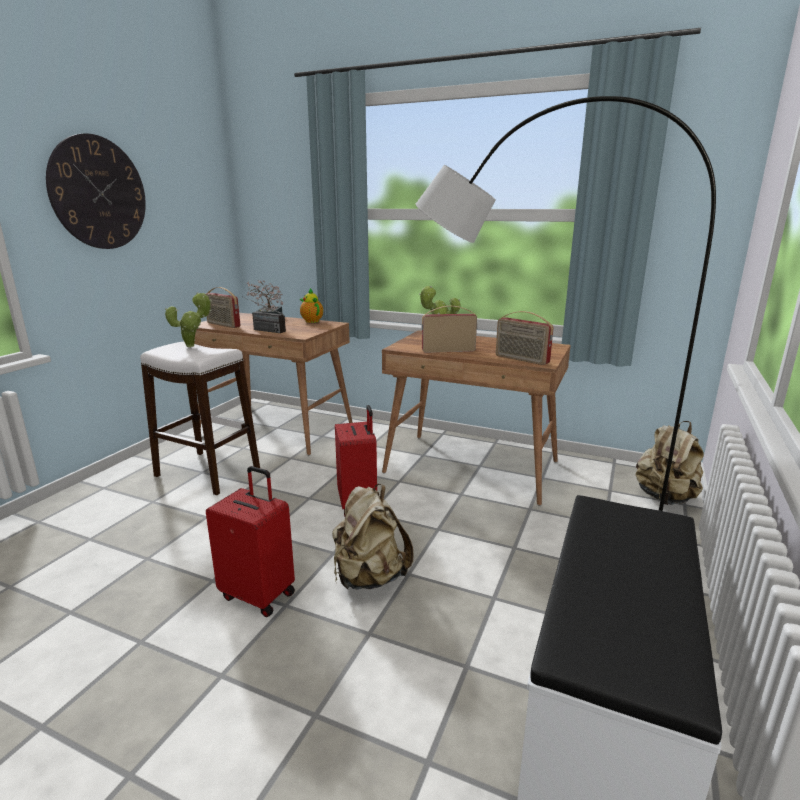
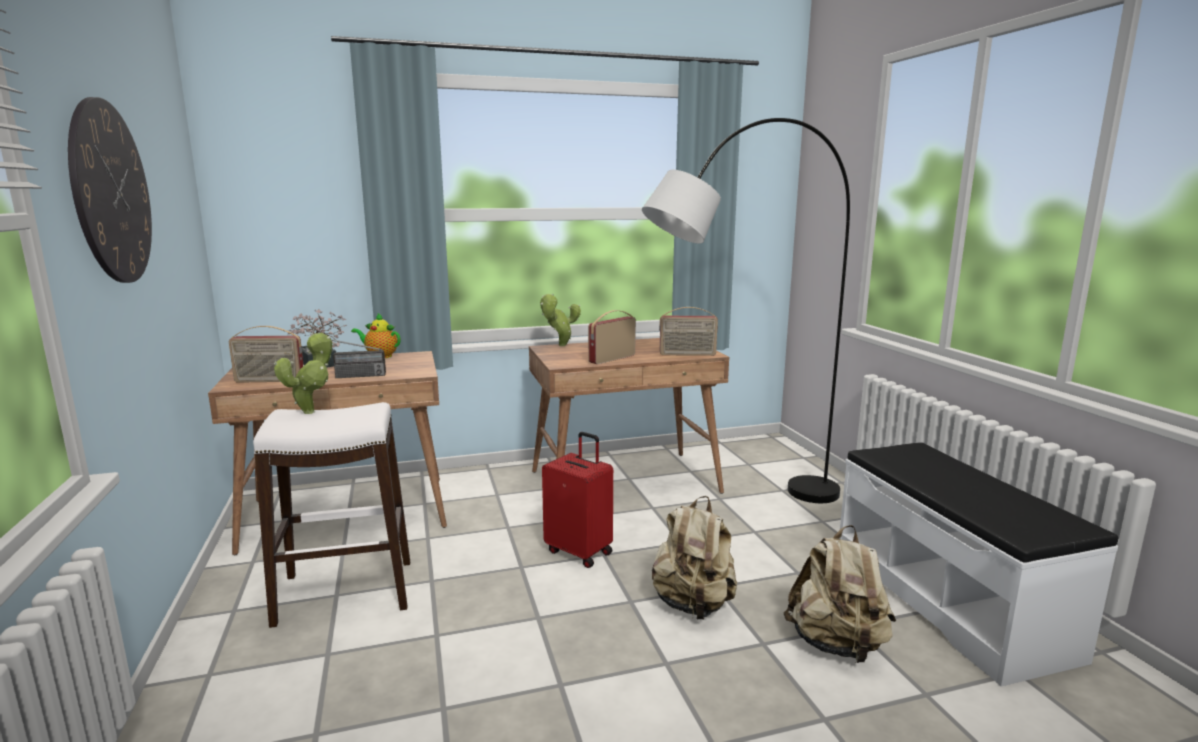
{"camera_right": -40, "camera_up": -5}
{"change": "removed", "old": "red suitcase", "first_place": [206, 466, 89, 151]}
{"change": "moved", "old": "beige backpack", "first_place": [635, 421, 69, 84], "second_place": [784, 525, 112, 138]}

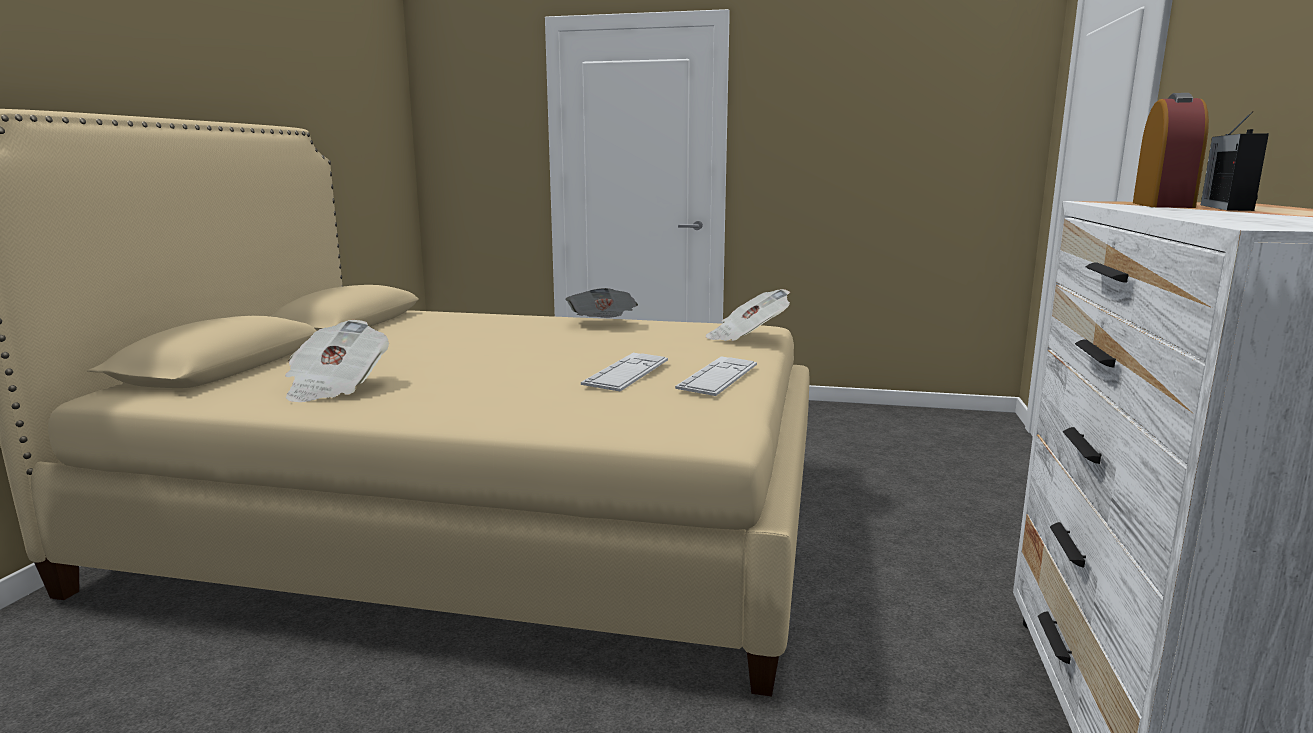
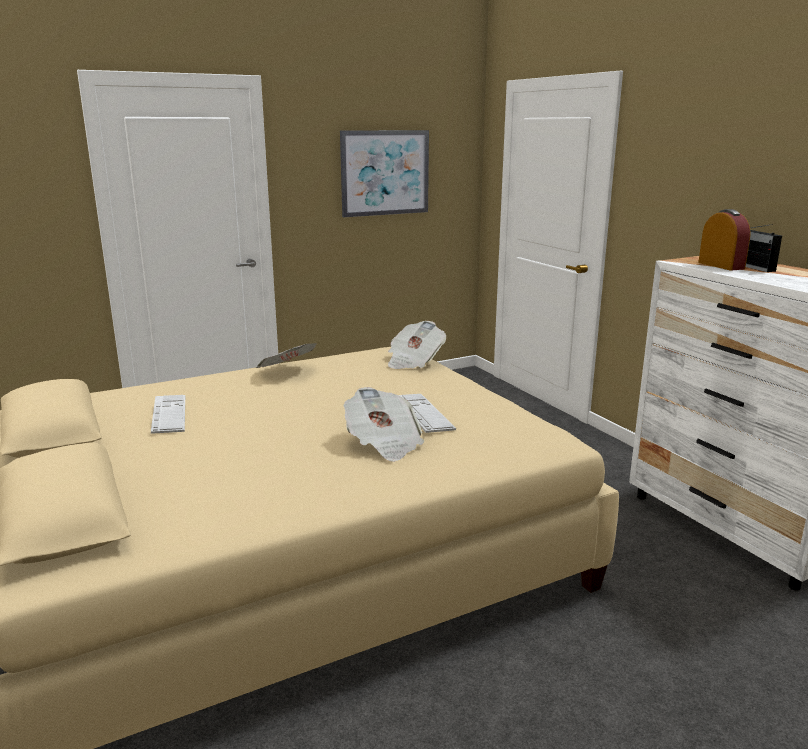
{"camera_right": -40, "camera_up": 5}
{"change": "added", "new": "picture", "second_place": [340, 130, 89, 87]}
{"change": "moved", "old": "newspaper", "first_place": [285, 320, 104, 82], "second_place": [344, 387, 80, 75]}
{"change": "moved", "old": "keyboard", "first_place": [675, 356, 82, 40], "second_place": [151, 395, 34, 39]}

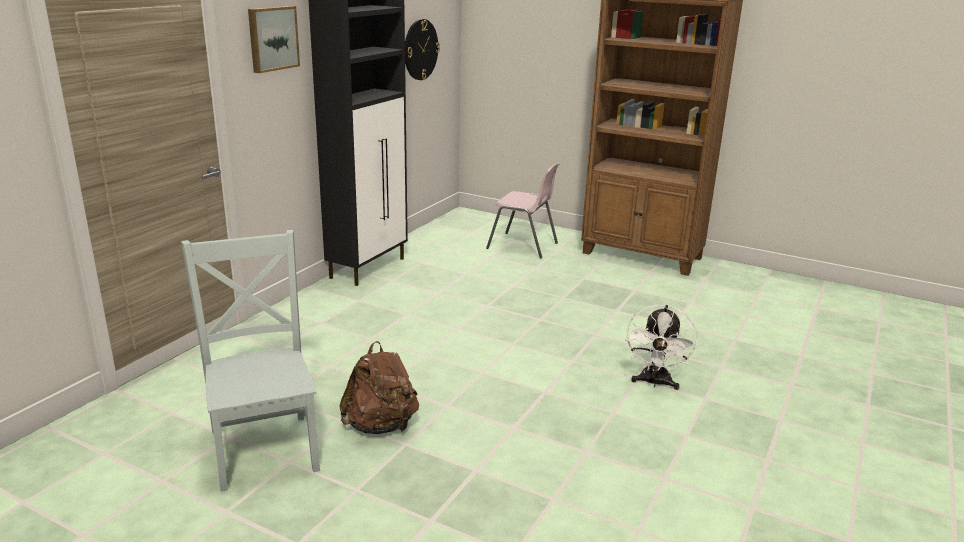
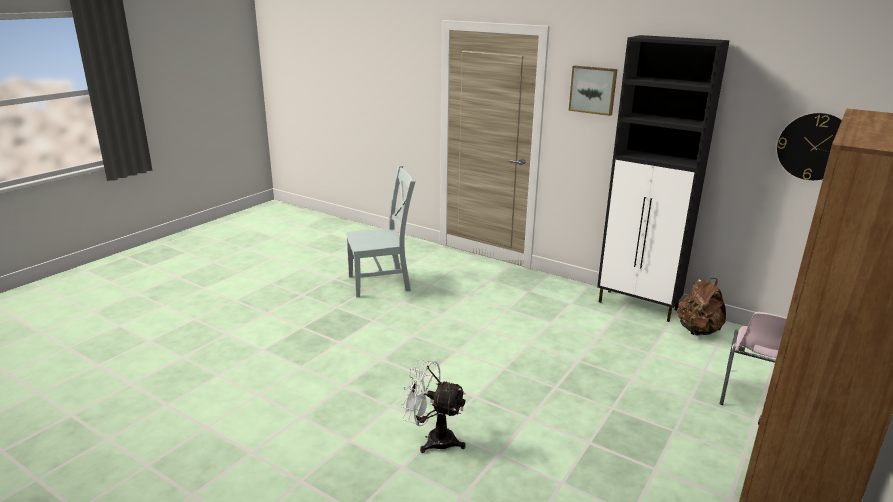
{"camera_right": 95, "camera_up": 0}
{"change": "moved", "old": "brown backpack", "first_place": [340, 341, 79, 93], "second_place": [678, 278, 48, 58]}

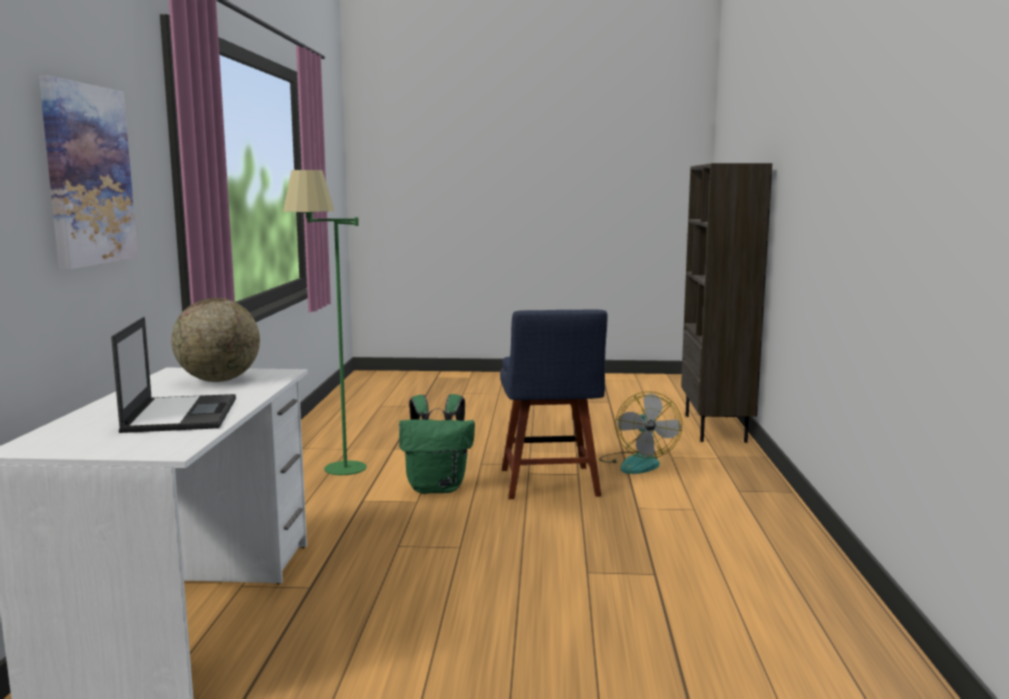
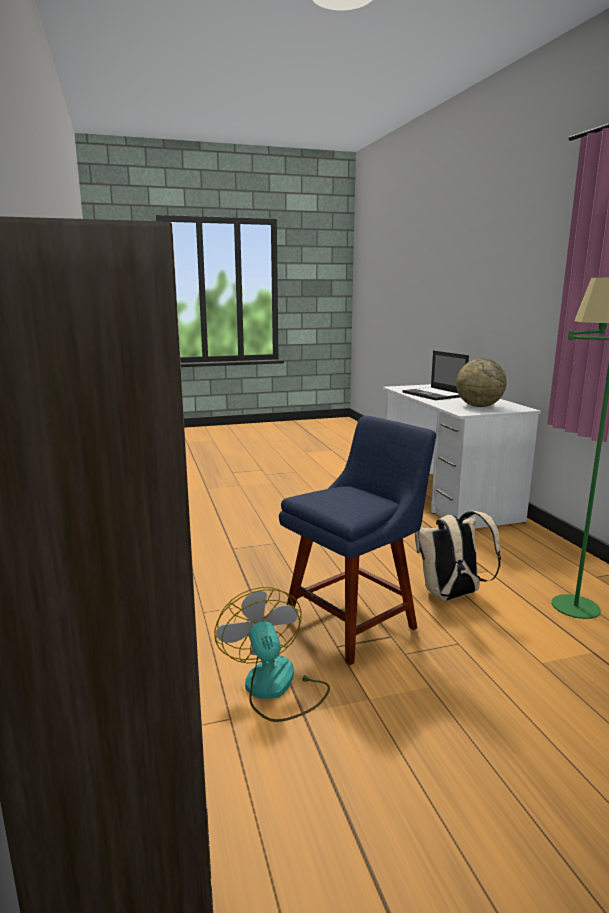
{"camera_right": 160, "camera_up": 5}
{"change": "removed", "old": "picture", "first_place": [39, 76, 99, 194]}
{"change": "recoloured", "old": "green backpack", "new": "beige backpack", "first_place": [399, 394, 76, 100], "second_place": [415, 511, 86, 90]}
{"change": "turned", "old": "blue chair", "first_place": [500, 310, 108, 189], "second_place": [279, 416, 157, 249], "degrees": 75}

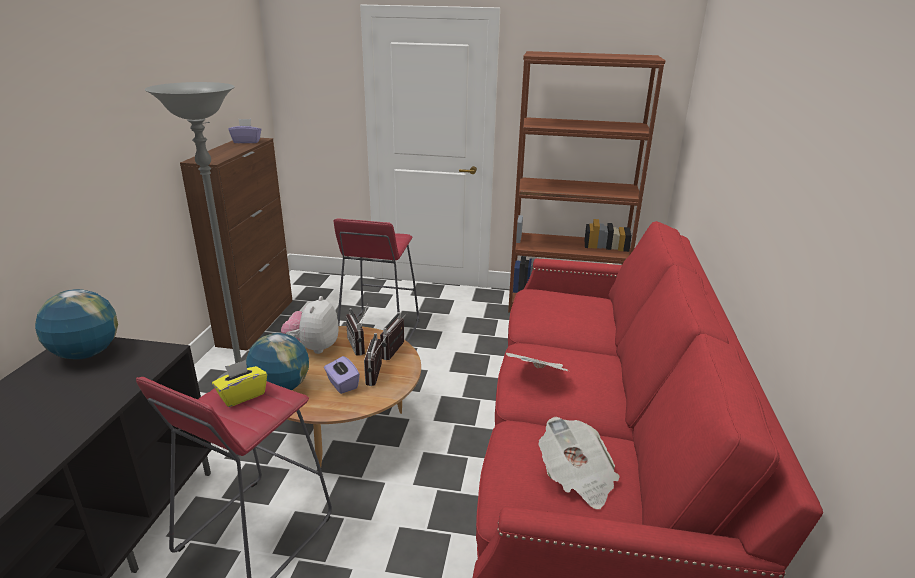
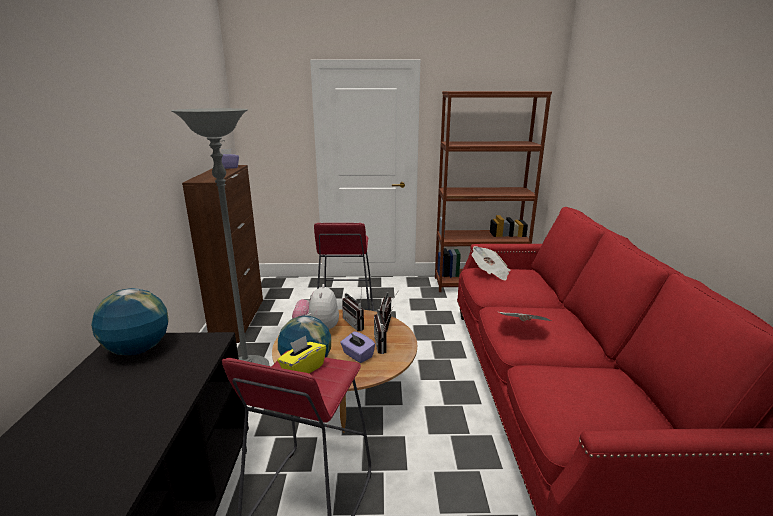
{"camera_right": -10, "camera_up": -5}
{"change": "moved", "old": "newspaper", "first_place": [539, 417, 81, 92], "second_place": [472, 246, 38, 34]}

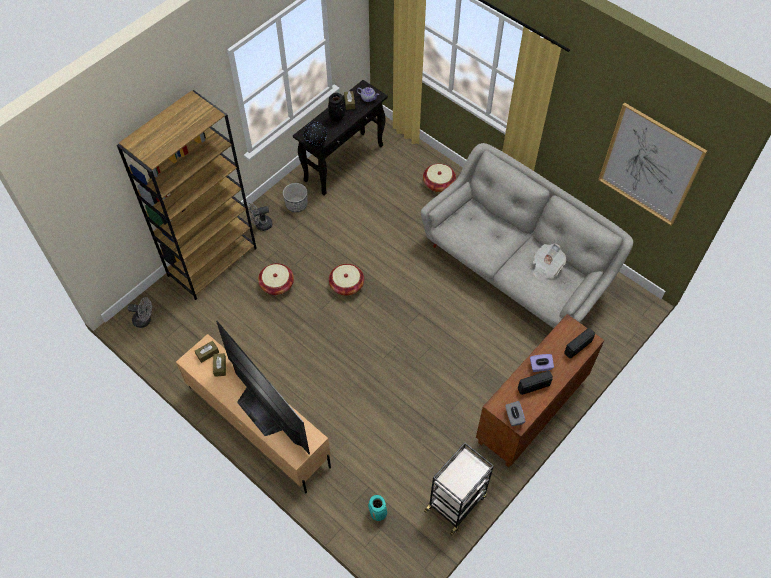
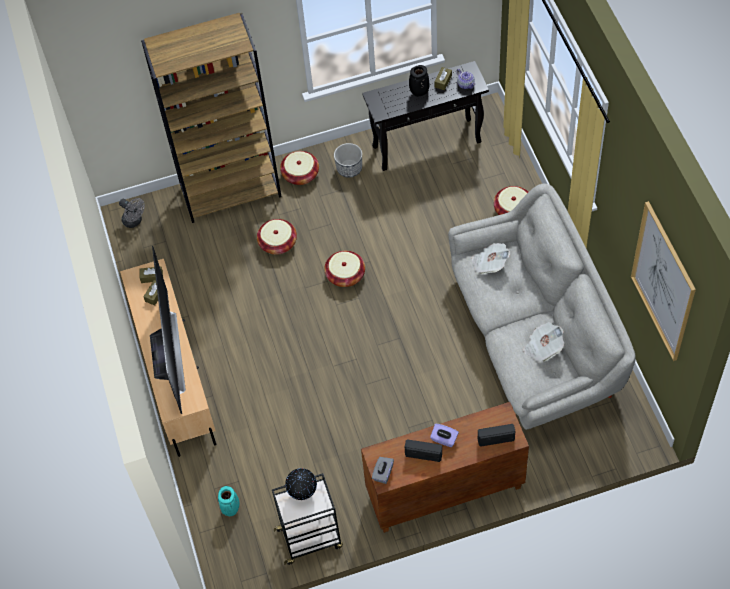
{"camera_right": 35, "camera_up": 0}
{"change": "added", "new": "newspaper", "second_place": [471, 243, 39, 31]}
{"change": "moved", "old": "globe", "first_place": [303, 122, 24, 24], "second_place": [285, 468, 32, 32]}
{"change": "replaced", "old": "grey fan", "new": "basket", "first_place": [247, 203, 25, 28], "second_place": [280, 151, 39, 34]}

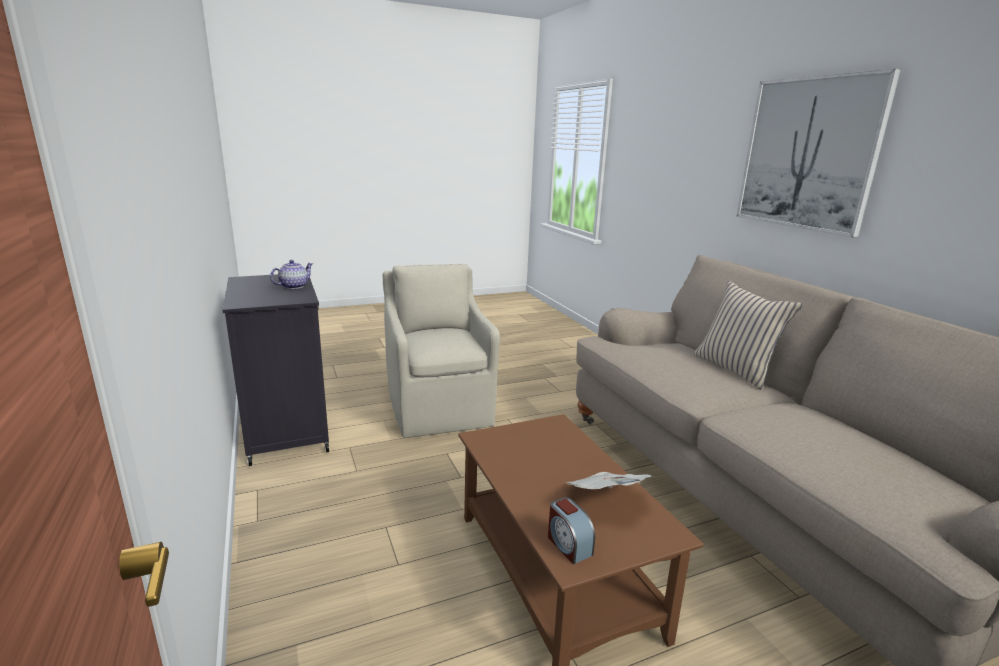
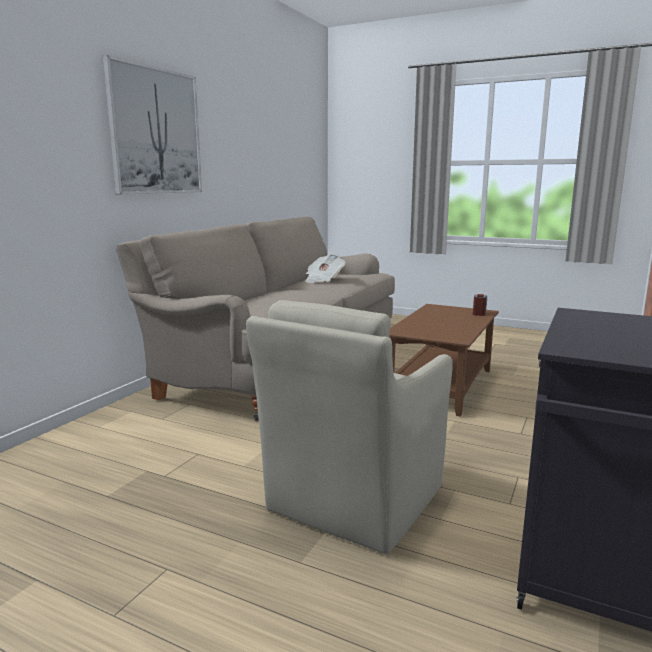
{"camera_right": -130, "camera_up": -5}
{"change": "removed", "old": "teapot", "first_place": [270, 260, 43, 29]}
{"change": "removed", "old": "beige pillow", "first_place": [694, 281, 109, 109]}
{"change": "moved", "old": "newspaper", "first_place": [566, 472, 89, 17], "second_place": [305, 254, 40, 29]}

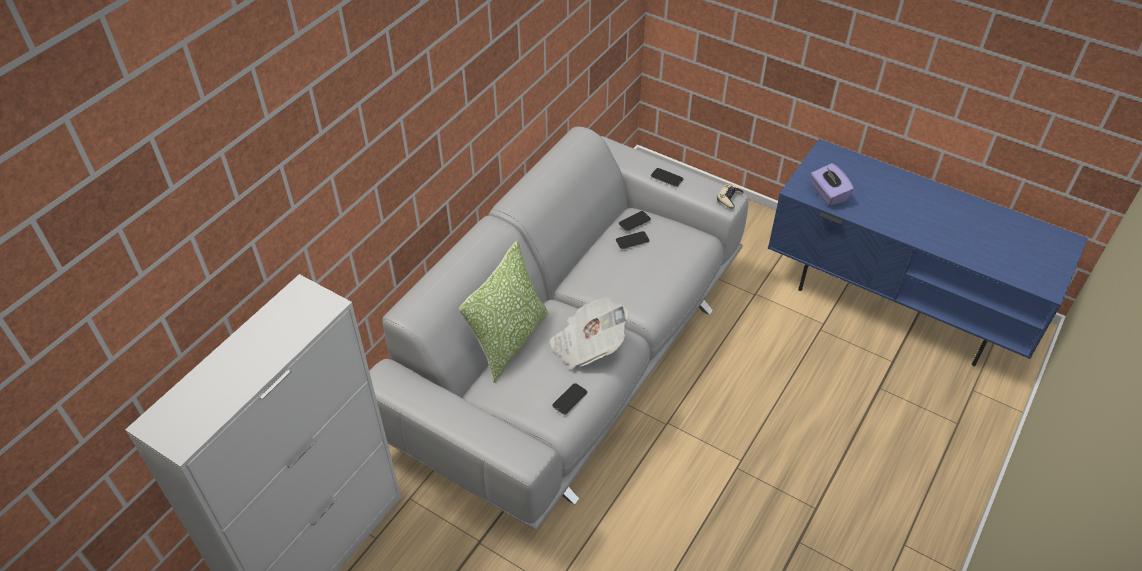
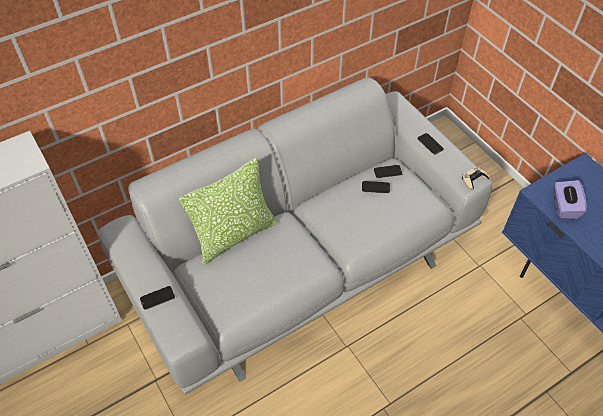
{"camera_right": 25, "camera_up": 5}
{"change": "removed", "old": "newspaper", "first_place": [550, 297, 79, 72]}
{"change": "moved", "old": "phone", "first_place": [552, 383, 35, 32], "second_place": [140, 286, 35, 24]}

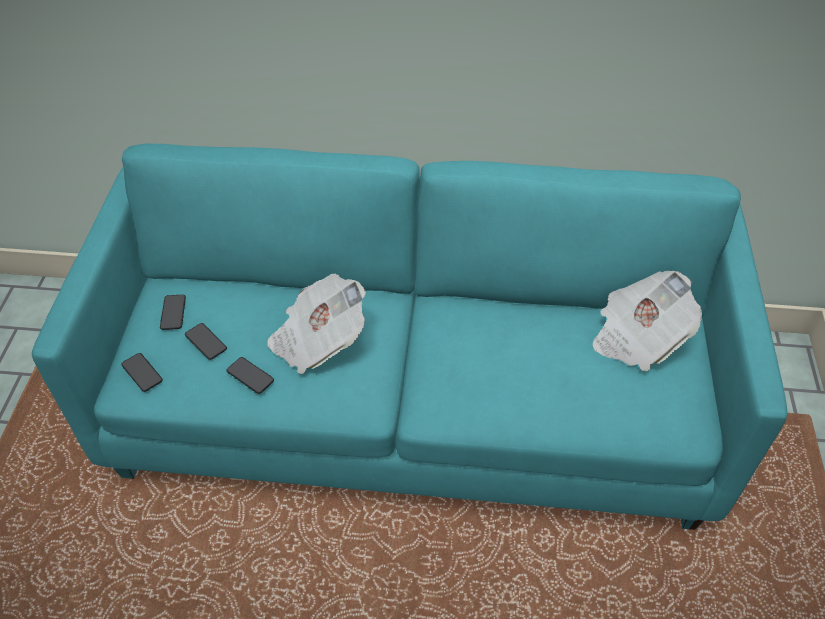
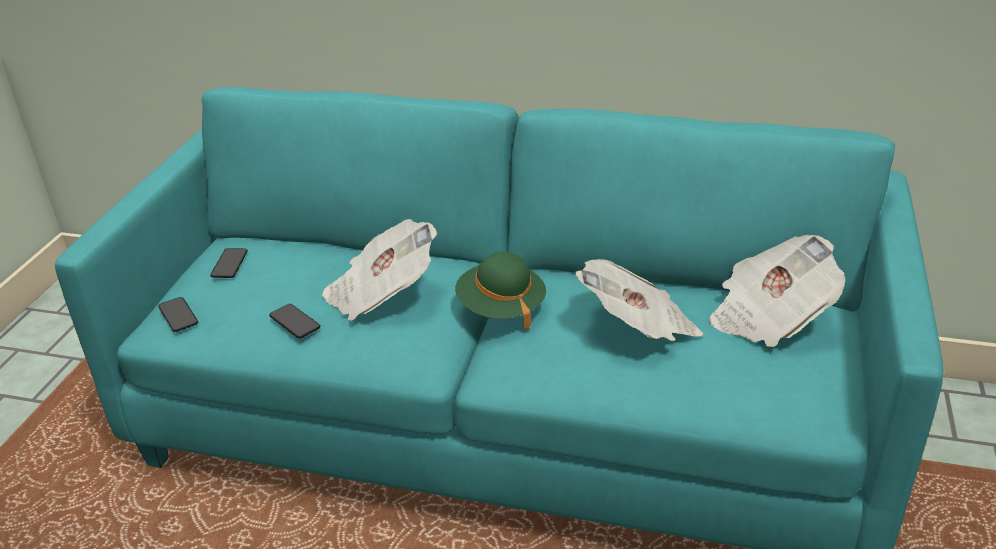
{"camera_right": 10, "camera_up": -15}
{"change": "removed", "old": "phone", "first_place": [185, 323, 42, 37]}
{"change": "added", "new": "green hat", "second_place": [455, 252, 91, 77]}
{"change": "added", "new": "newspaper", "second_place": [575, 259, 128, 82]}

